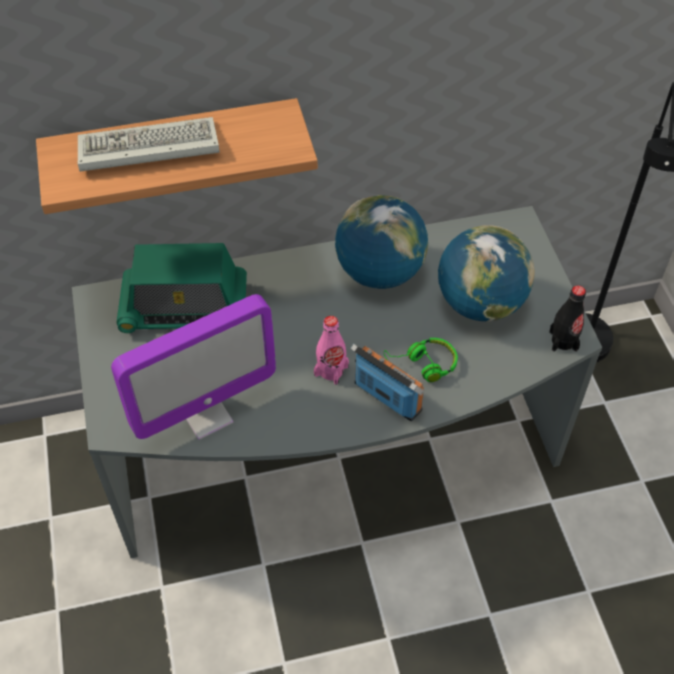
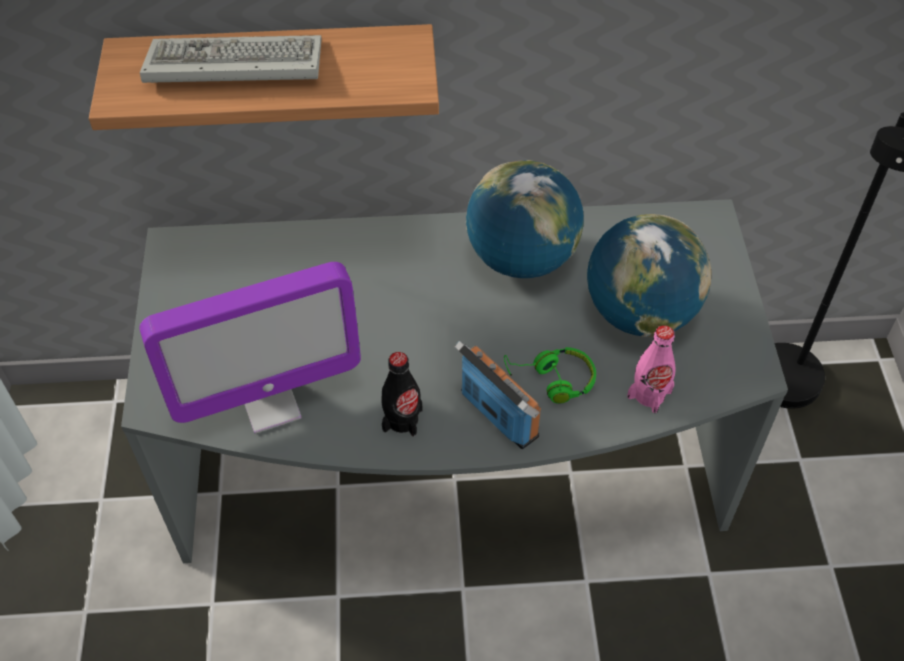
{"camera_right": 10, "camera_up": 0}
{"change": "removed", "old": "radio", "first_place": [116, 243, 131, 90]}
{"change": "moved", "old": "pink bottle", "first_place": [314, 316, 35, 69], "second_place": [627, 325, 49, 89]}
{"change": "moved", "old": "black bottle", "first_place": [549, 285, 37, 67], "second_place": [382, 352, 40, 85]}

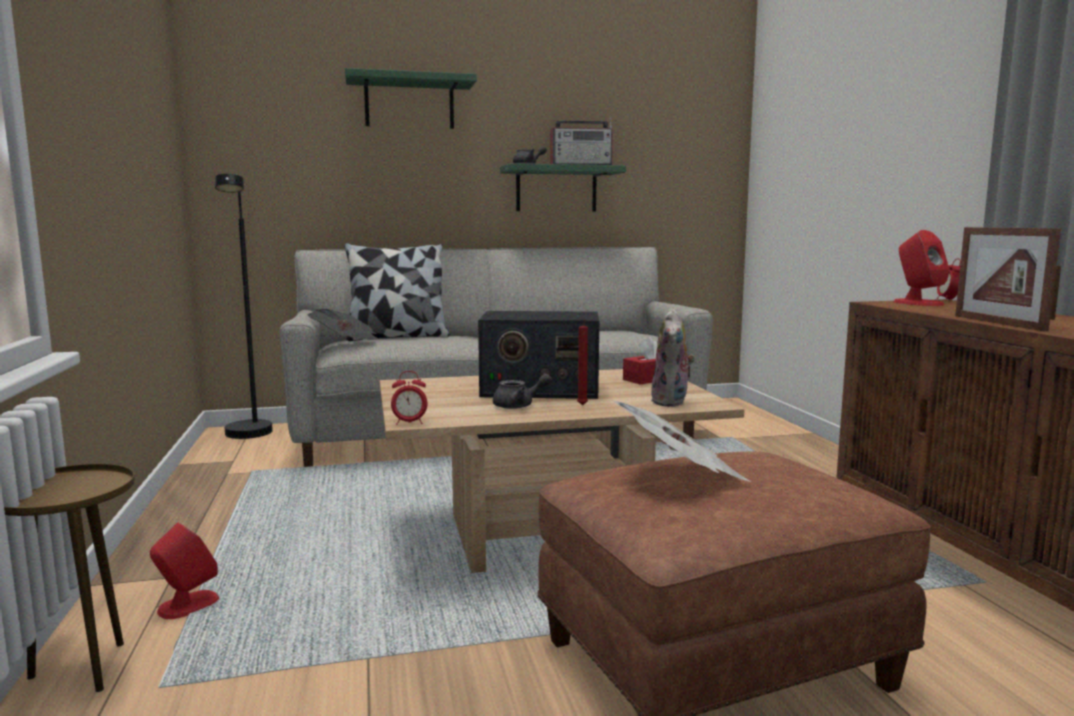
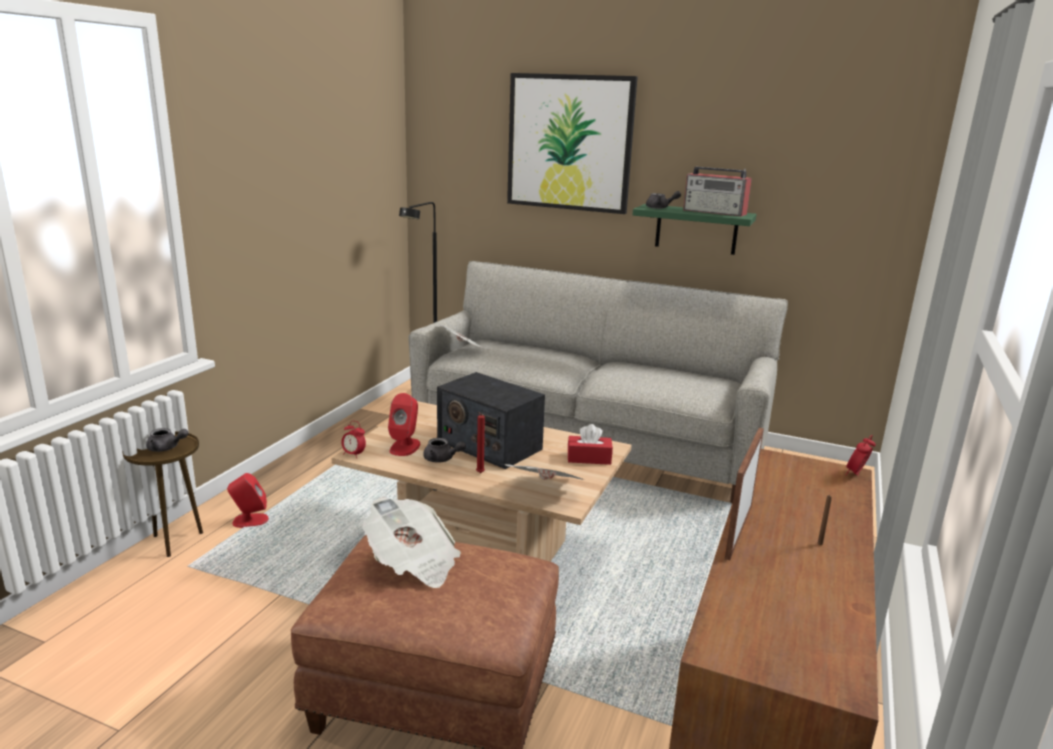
{"camera_right": 35, "camera_up": 10}
{"change": "removed", "old": "pillow", "first_place": [344, 243, 106, 98]}
{"change": "added", "new": "grey teapot", "second_place": [146, 428, 42, 24]}
{"change": "moved", "old": "red speaker", "first_place": [894, 230, 55, 76], "second_place": [388, 393, 32, 63]}
{"change": "replaced", "old": "green shelf", "new": "picture", "first_place": [345, 68, 132, 61], "second_place": [507, 73, 131, 141]}
{"change": "replaced", "old": "plush toy", "new": "newspaper", "first_place": [651, 308, 44, 99], "second_place": [504, 464, 80, 16]}

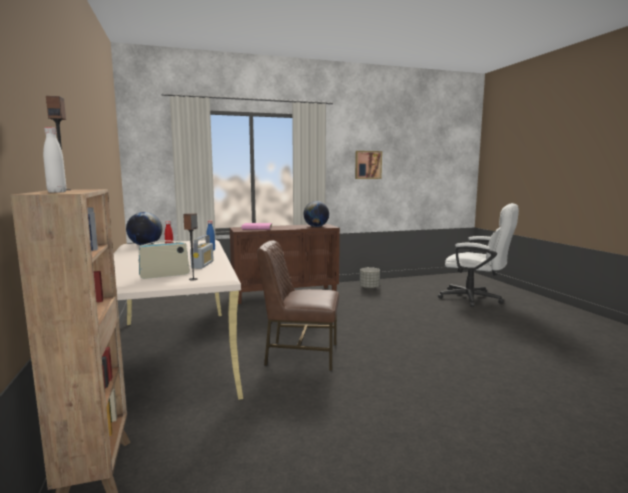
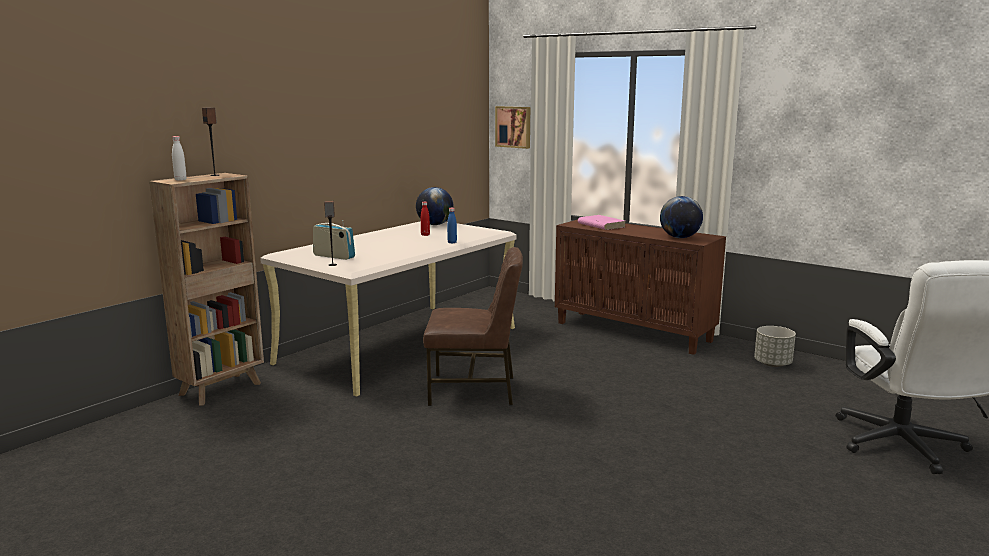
{"camera_right": 55, "camera_up": 5}
{"change": "removed", "old": "radio", "first_place": [190, 235, 24, 34]}
{"change": "moved", "old": "picture", "first_place": [355, 151, 27, 28], "second_place": [495, 106, 35, 43]}
{"change": "turned", "old": "brown chair", "first_place": [257, 240, 82, 131], "second_place": [423, 247, 100, 159], "degrees": 120}

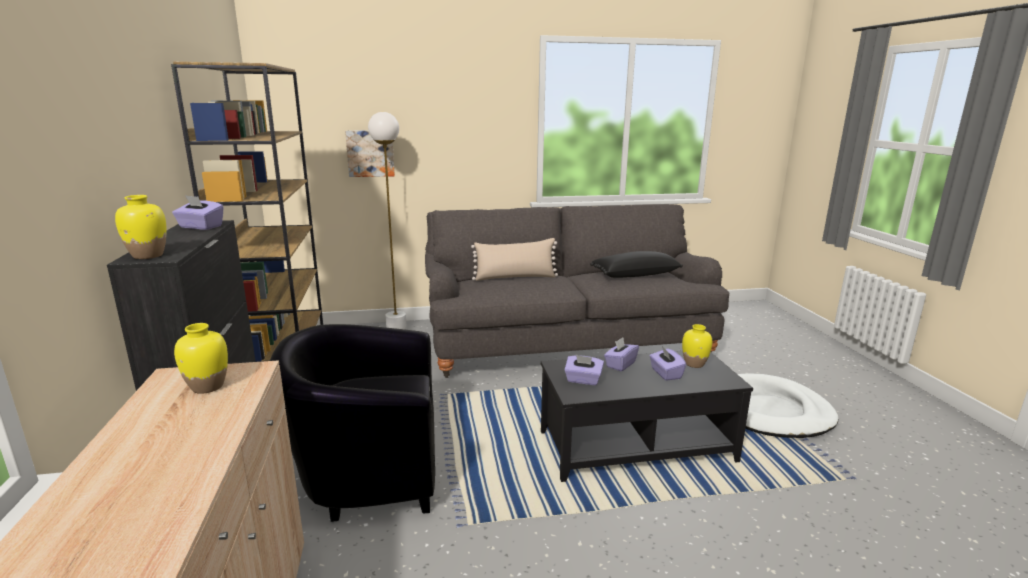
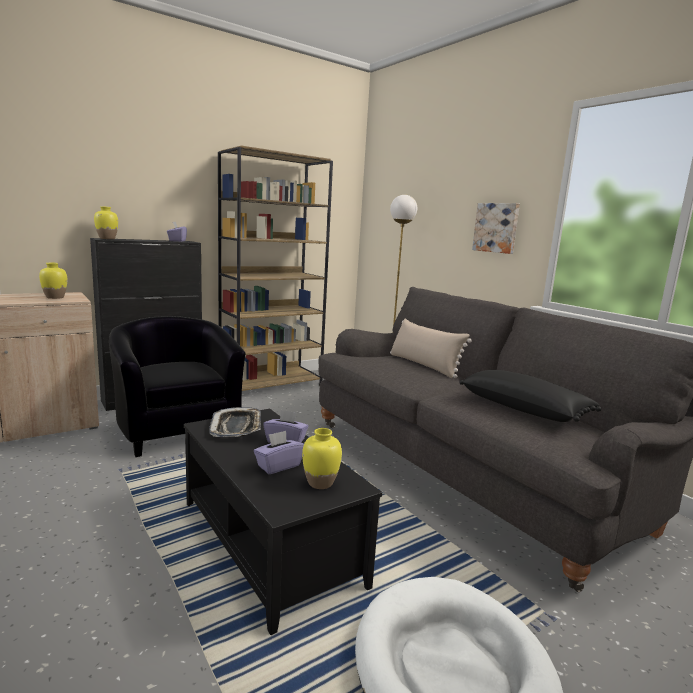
{"camera_right": 65, "camera_up": -5}
{"change": "moved", "old": "picture", "first_place": [345, 131, 50, 46], "second_place": [472, 203, 48, 51]}
{"change": "replaced", "old": "purple tissue box", "new": "tray", "first_place": [564, 355, 40, 30], "second_place": [209, 407, 52, 30]}

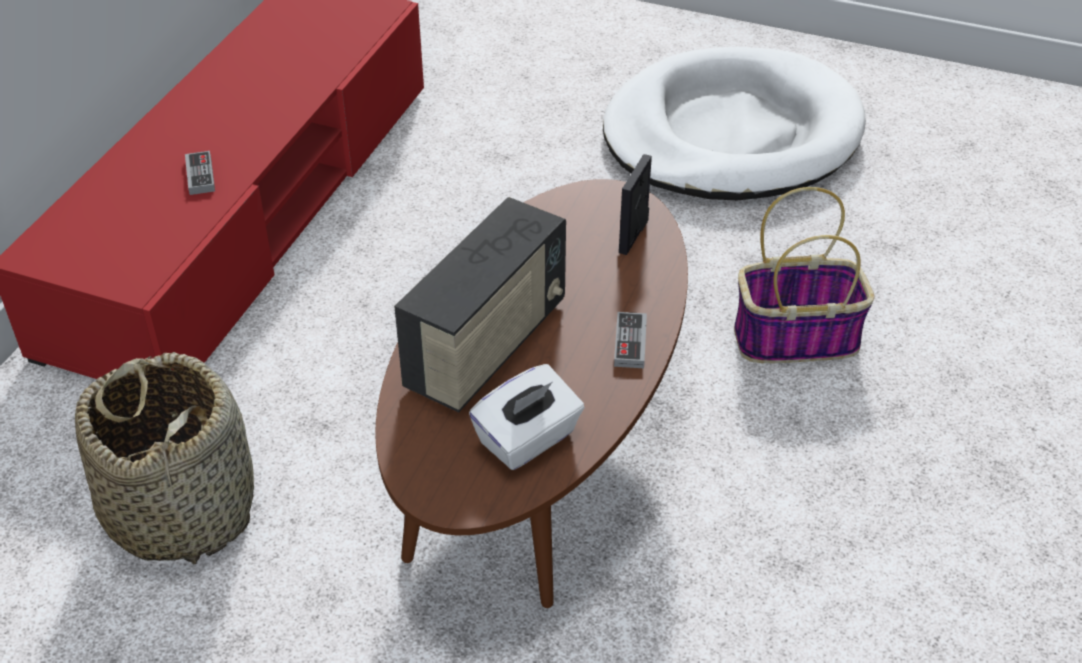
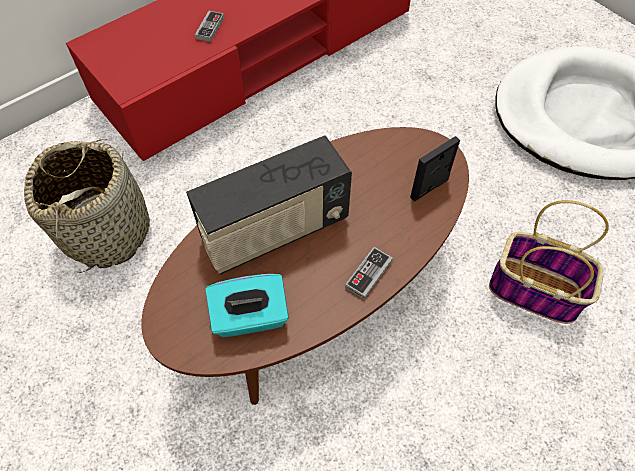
{"camera_right": 30, "camera_up": 15}
{"change": "recoloured", "old": "white tissue box", "new": "turquoise tissue box", "first_place": [469, 364, 116, 106], "second_place": [205, 274, 84, 63]}

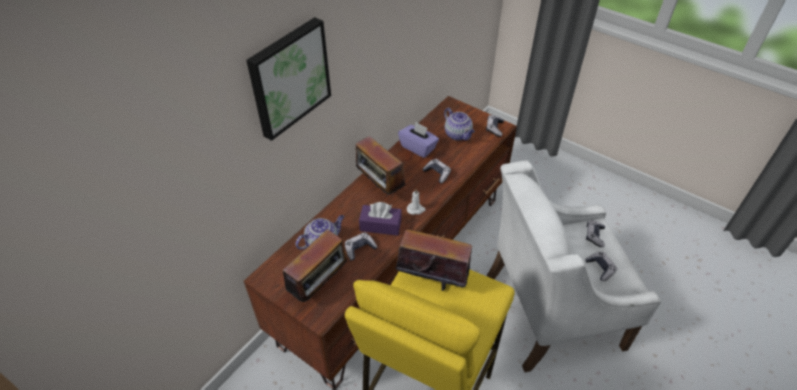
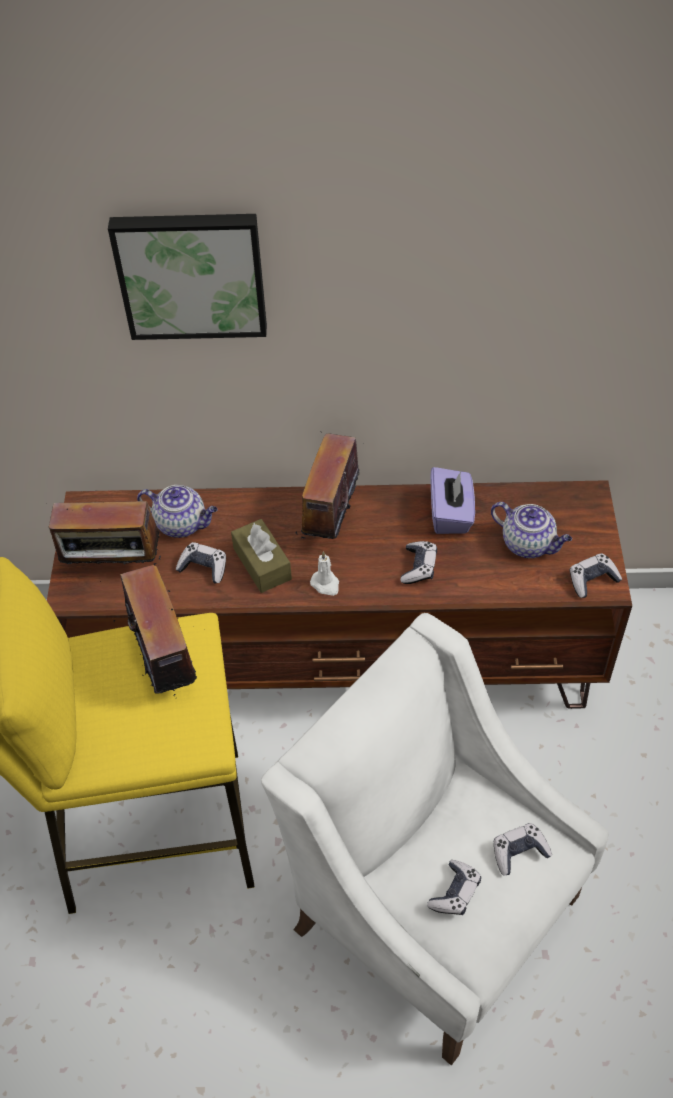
{"camera_right": 55, "camera_up": 5}
{"change": "recoloured", "old": "purple tissue box", "new": "brown tissue box", "first_place": [359, 202, 43, 34], "second_place": [231, 519, 61, 74]}
{"change": "turned", "old": "teapot", "first_place": [444, 108, 31, 33], "second_place": [491, 502, 81, 56], "degrees": -75}

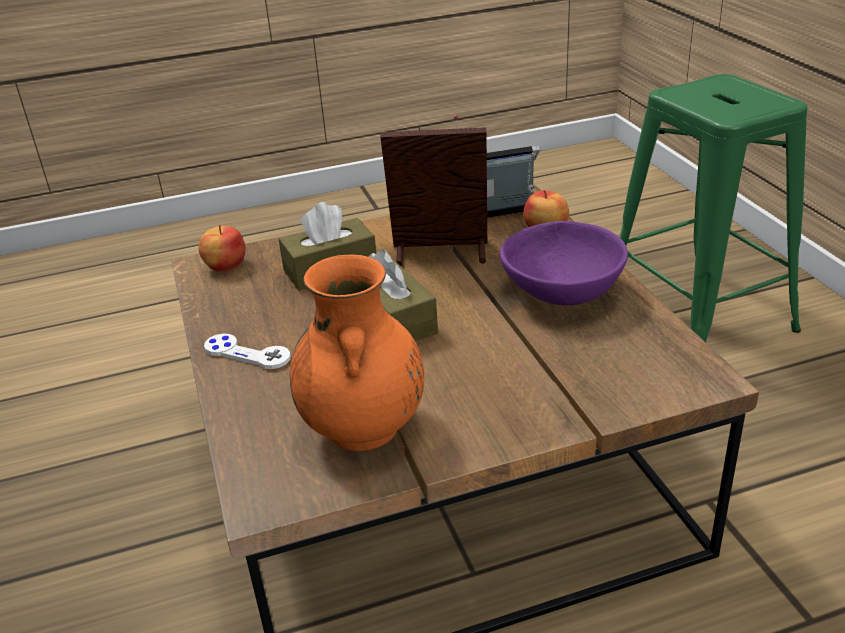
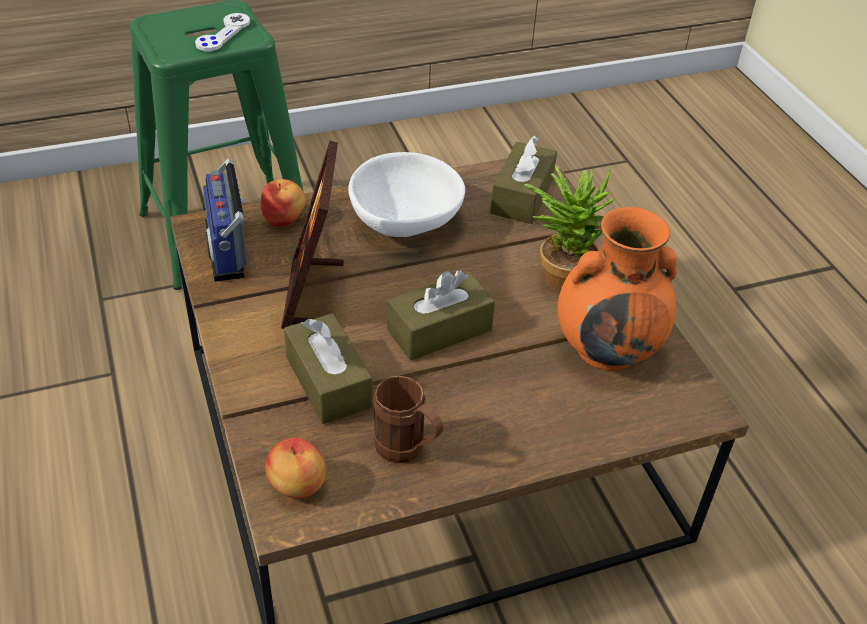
{"camera_right": -95, "camera_up": 10}
{"change": "added", "new": "brown mug", "second_place": [374, 376, 69, 87]}
{"change": "added", "new": "brown tissue box", "second_place": [490, 135, 67, 89]}
{"change": "added", "new": "potted plant", "second_place": [524, 165, 90, 127]}
{"change": "moved", "old": "white game controller", "first_place": [204, 334, 87, 35], "second_place": [195, 13, 55, 38]}
{"change": "recoloured", "old": "purple bowl", "new": "white bowl", "first_place": [500, 221, 128, 84], "second_place": [348, 152, 117, 85]}

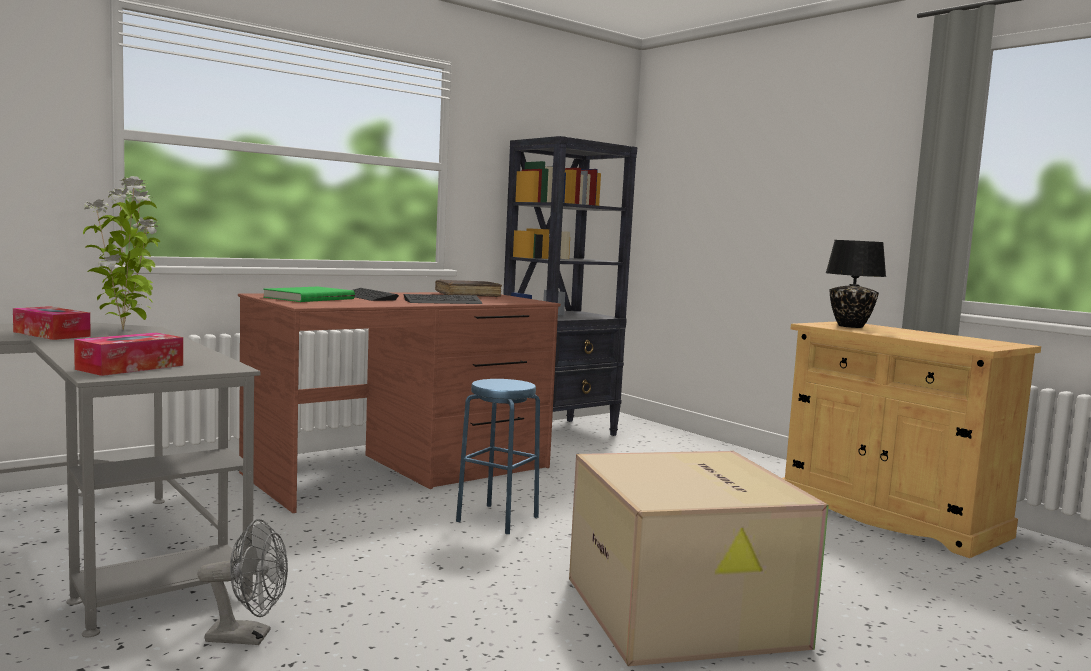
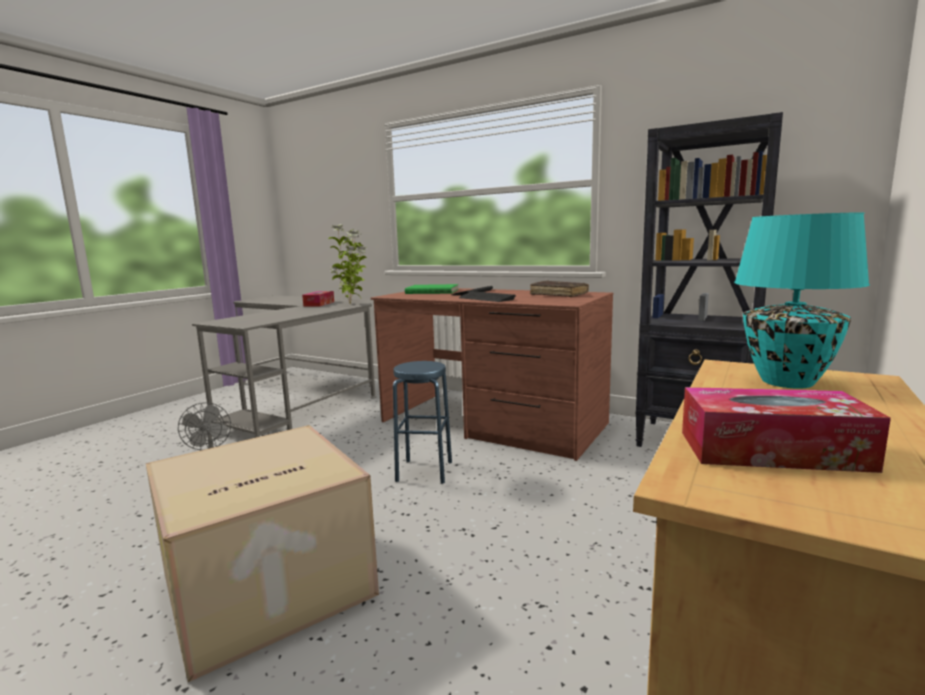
{"camera_right": 70, "camera_up": 5}
{"change": "moved", "old": "tissue box", "first_place": [74, 333, 109, 43], "second_place": [682, 387, 209, 86]}
{"change": "recoloured", "old": "black table lamp", "new": "turquoise table lamp", "first_place": [826, 240, 60, 88], "second_place": [734, 212, 136, 177]}

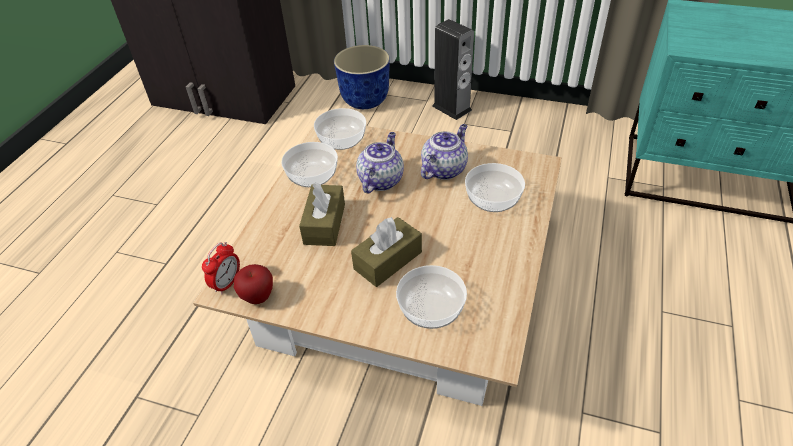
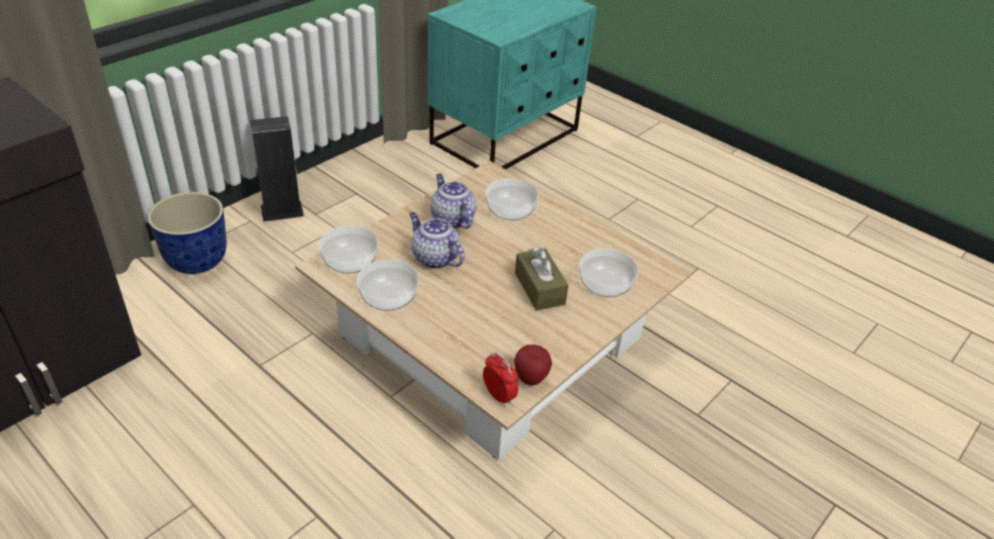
{"camera_right": -70, "camera_up": -5}
{"change": "removed", "old": "brown tissue box", "first_place": [299, 182, 46, 64]}

